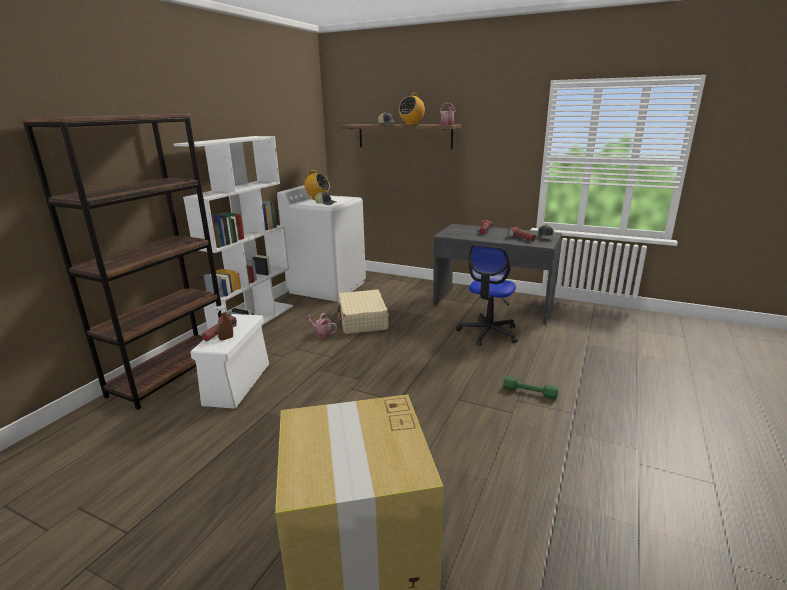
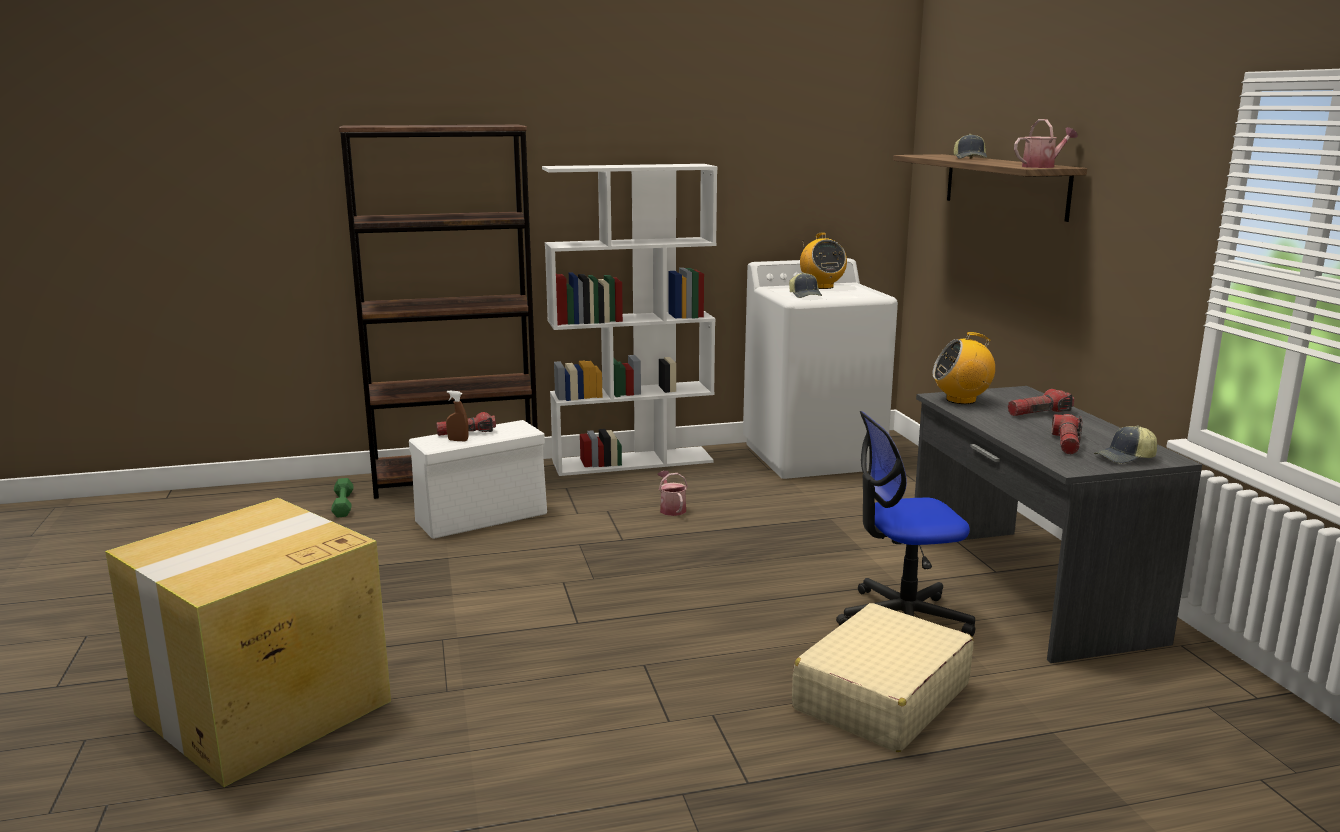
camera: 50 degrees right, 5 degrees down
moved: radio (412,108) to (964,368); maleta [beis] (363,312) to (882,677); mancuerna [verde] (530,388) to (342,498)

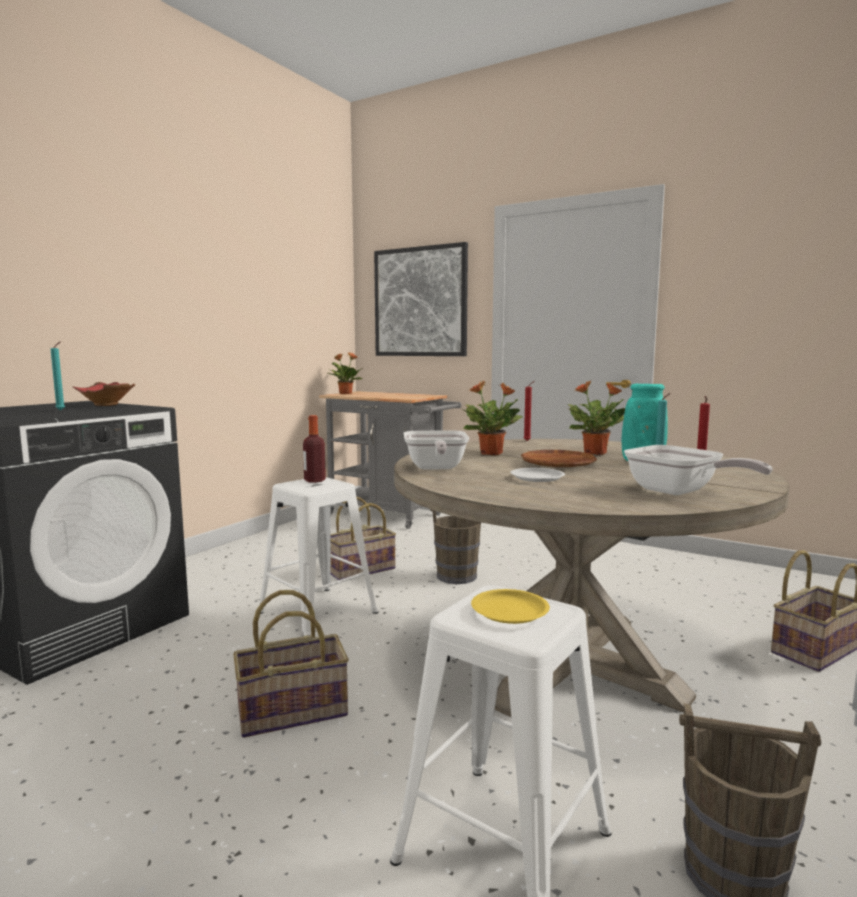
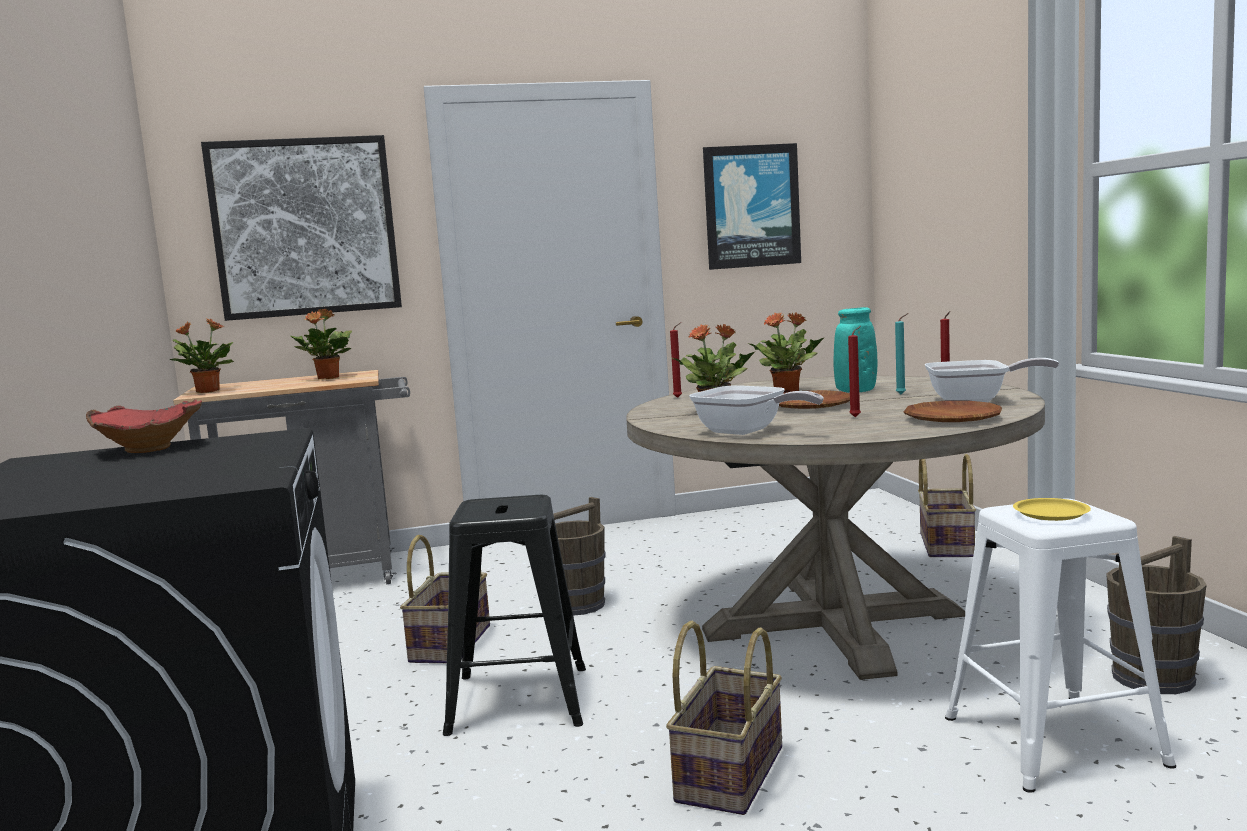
camera: 45 degrees left, 0 degrees up
removed: vela [turquesa] (58,375); botella (314,449)
added: cuadro (752,206); planta en maceta (321,344); plato [marrón] (953,411)
replaced: plato [blanco] (537,475) to vela [rojo] (854,371)
recoloured: taburete [blanco] (318,556) to taburete [negro] (514,615)

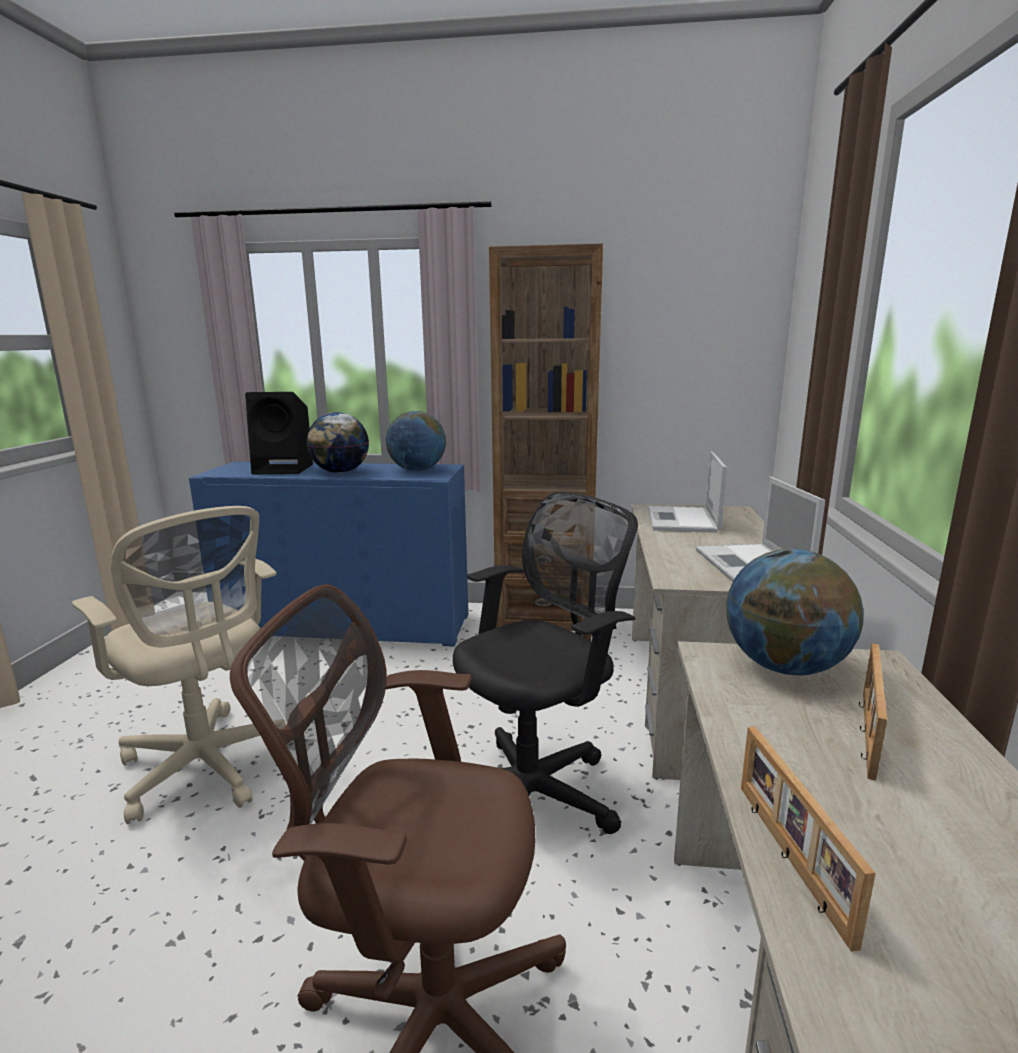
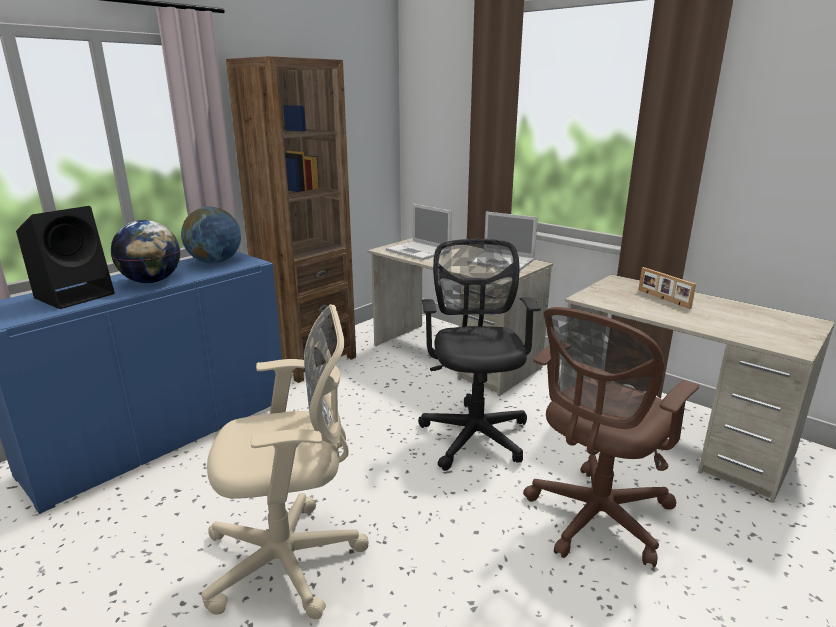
camera: 55 degrees left, 5 degrees up
removed: globo terráqueo (794,612); portarretratos (808,839)

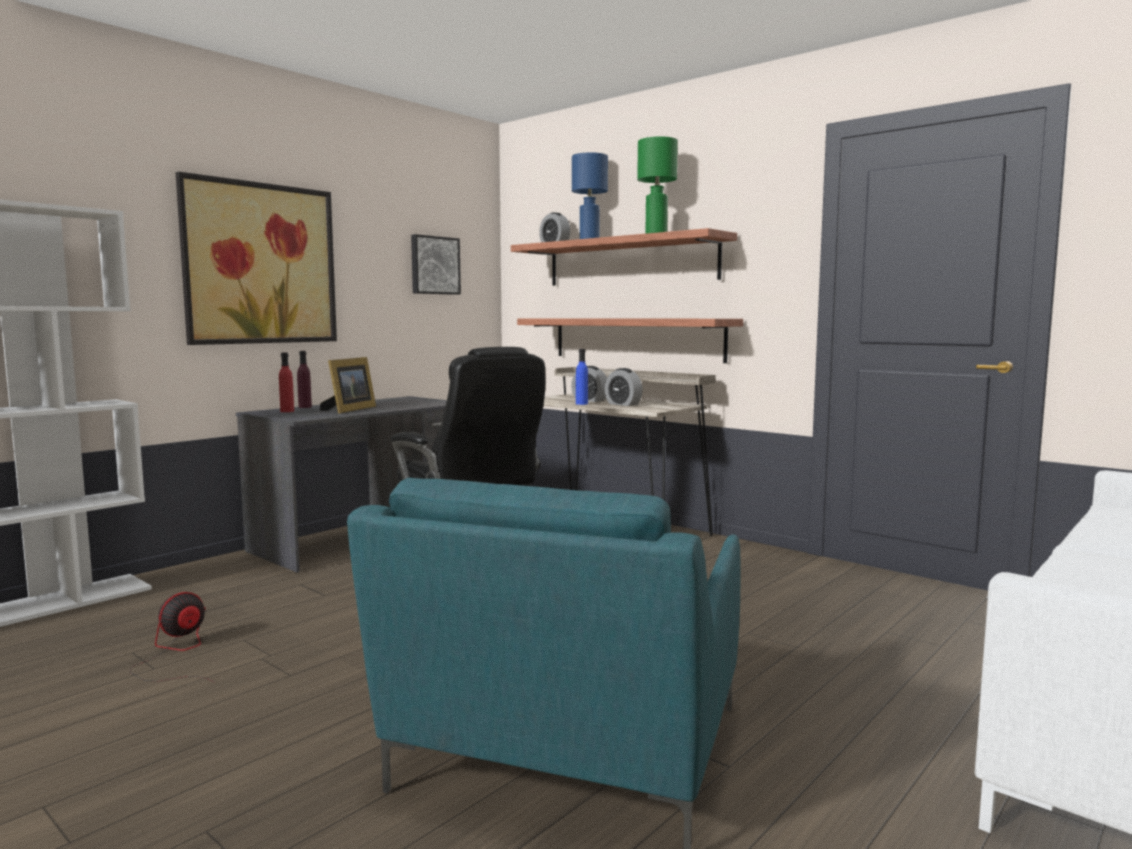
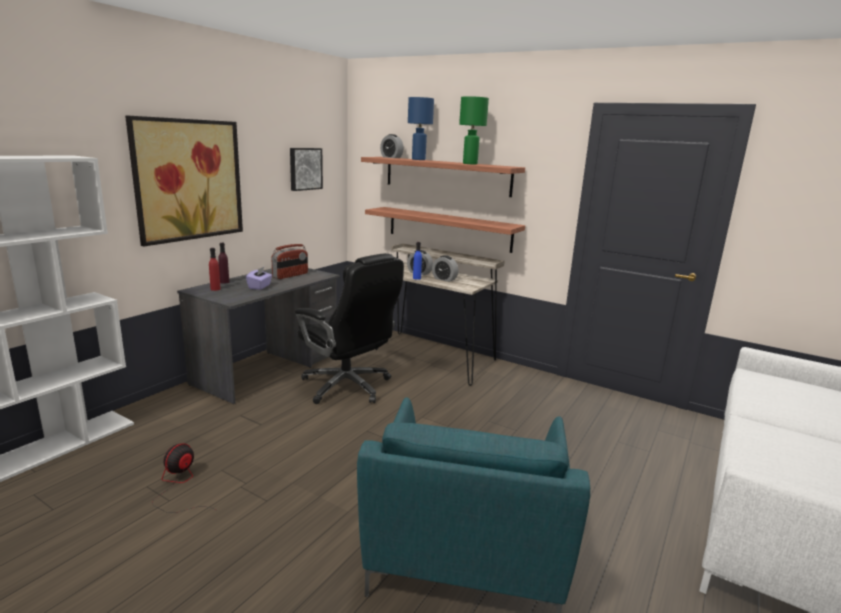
camera: 10 degrees left, 10 degrees up
added: radio (289,261)
replaced: portarretratos (348,385) to caja de pañuelos [morado] (259,278)

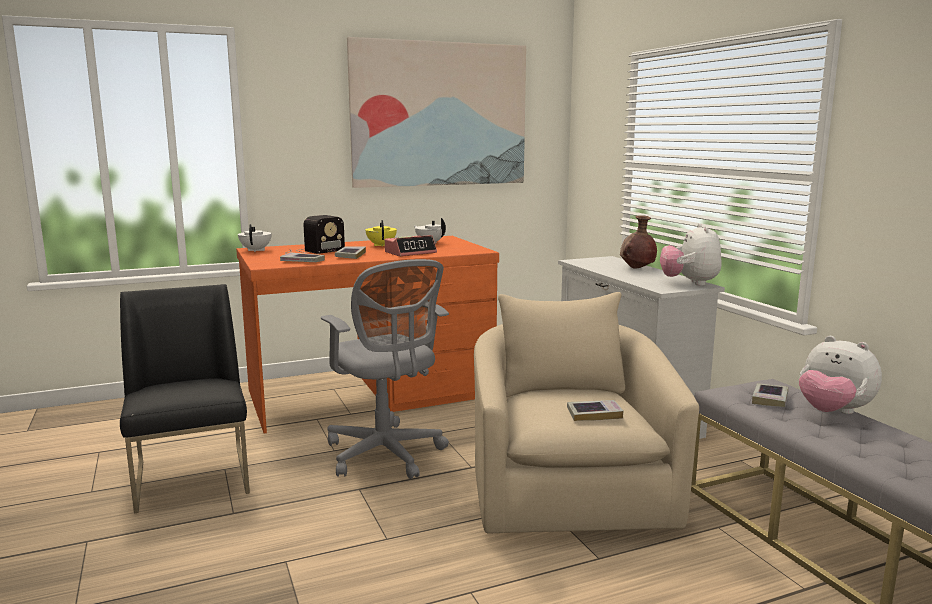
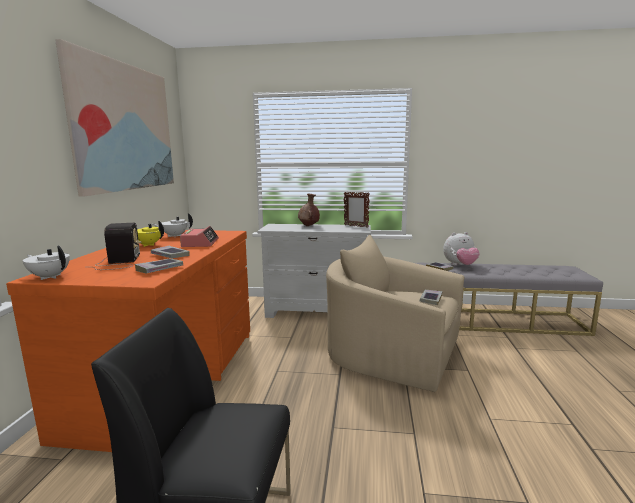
camera: 60 degrees left, 0 degrees up
removed: silla de oficina [gris] (385,369)
replaced: peluche (691,254) to portarretratos (356,210)

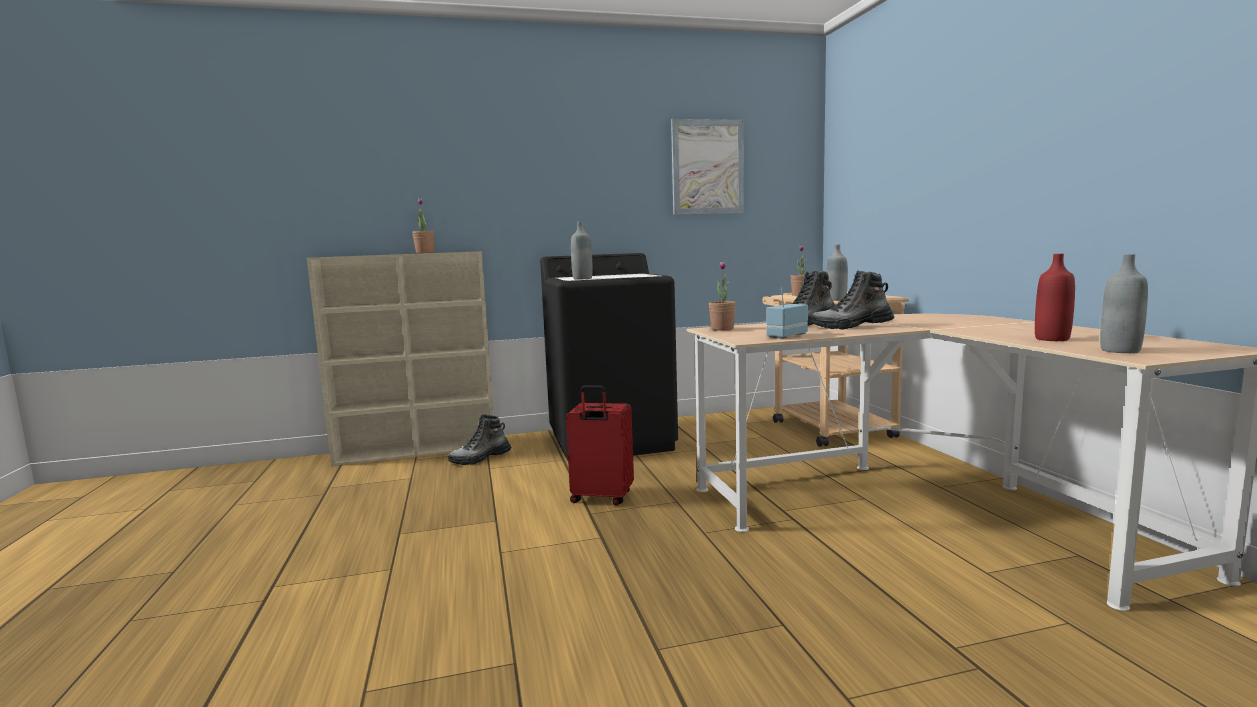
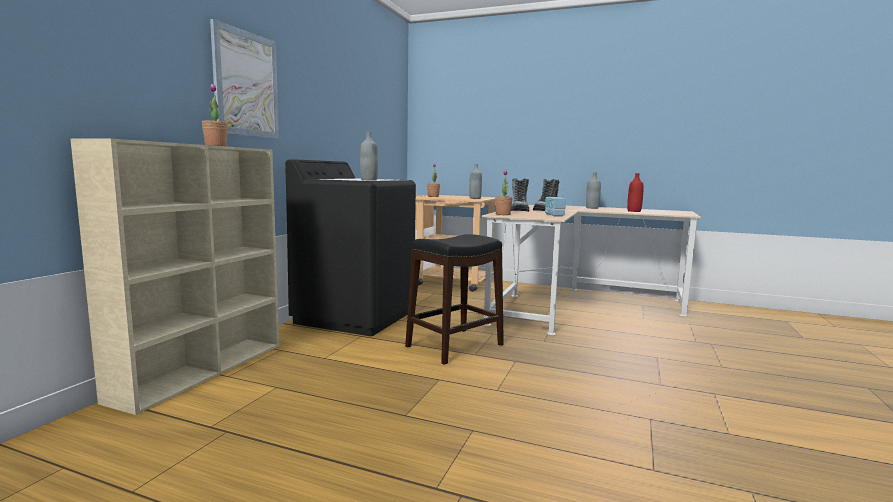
camera: 55 degrees left, 0 degrees up
removed: bota (479,439)
moved: cuadro (707,167) to (244,79); botella [gris] (1124,303) to (593,190)
replaced: maleta [rojo] (600,445) to taburete [negro] (454,299)

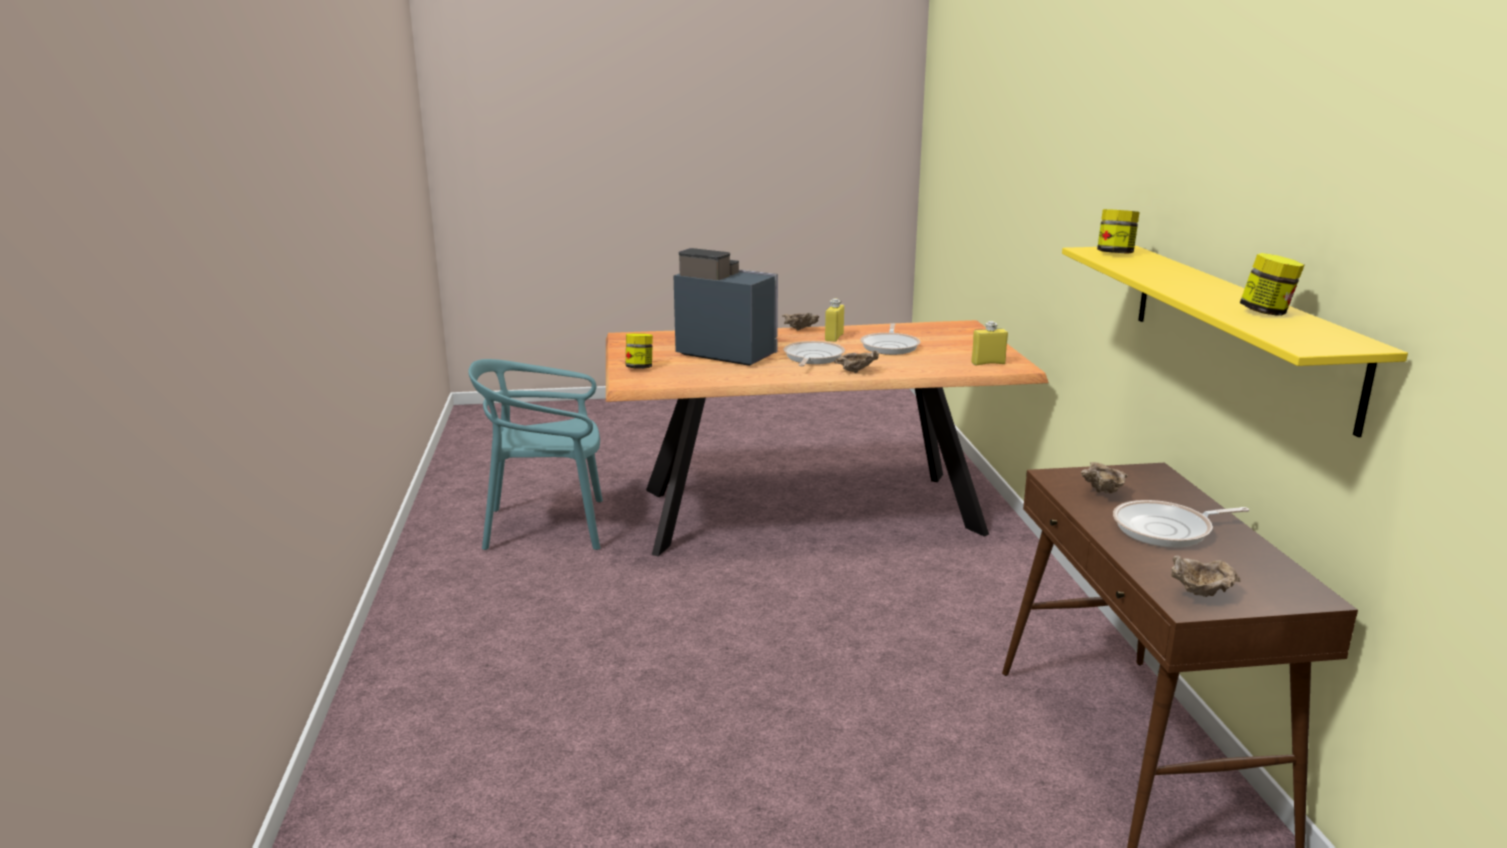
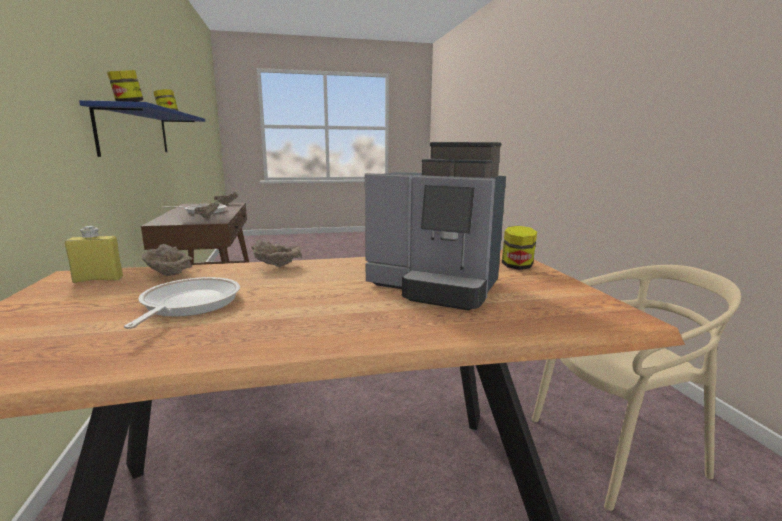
camera: 175 degrees right, 5 degrees down
removed: botella [amarillo] (834,320); sartén (814,353)
moved: cuenco [beis] (801,321) to (167,260)
recoloured: estante [amarillo] (1235,341) to estante [azul] (142,128); silla [turquesa] (535,454) to silla [beis] (636,388)

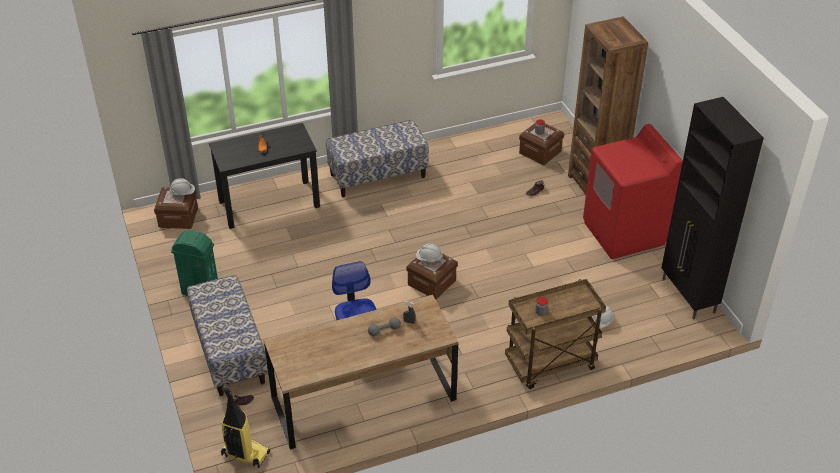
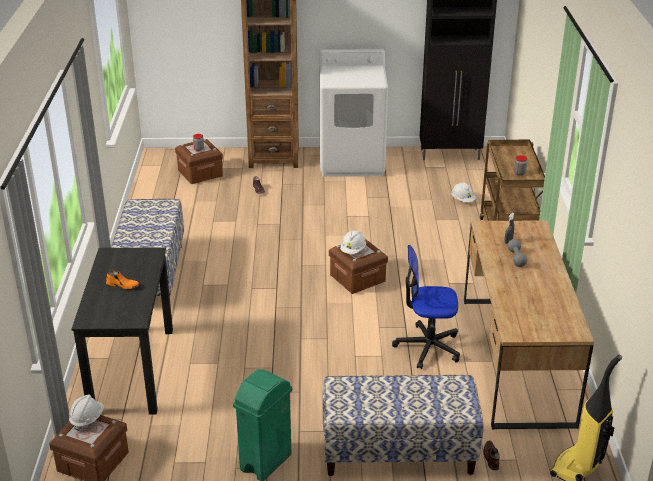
camera: 70 degrees left, 10 degrees down
recoloured: lavadora [rojo] (633,191) to lavadora [blanco] (353,113)

